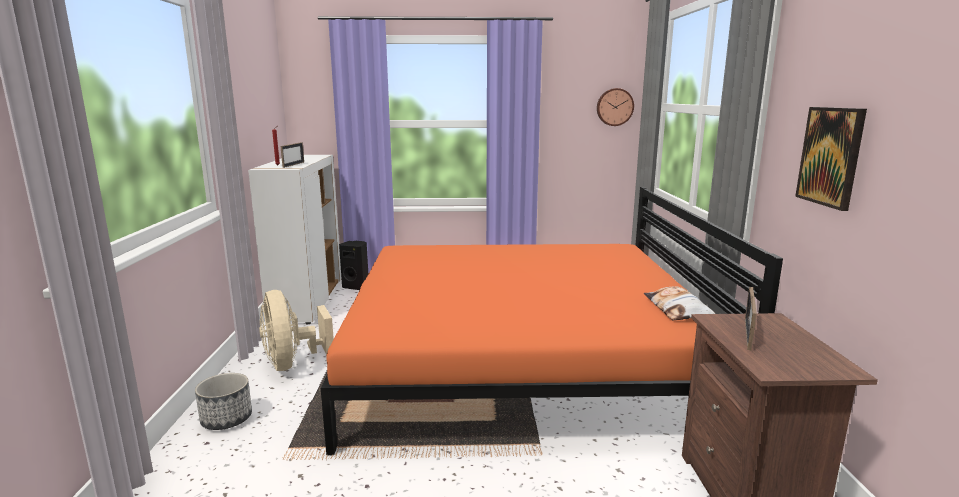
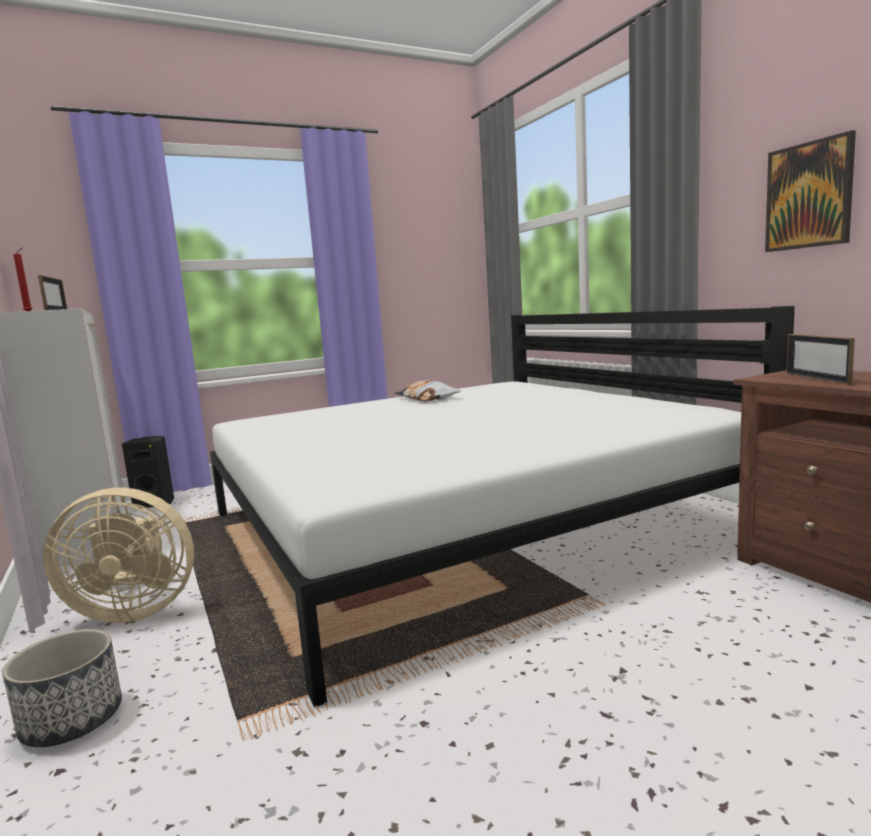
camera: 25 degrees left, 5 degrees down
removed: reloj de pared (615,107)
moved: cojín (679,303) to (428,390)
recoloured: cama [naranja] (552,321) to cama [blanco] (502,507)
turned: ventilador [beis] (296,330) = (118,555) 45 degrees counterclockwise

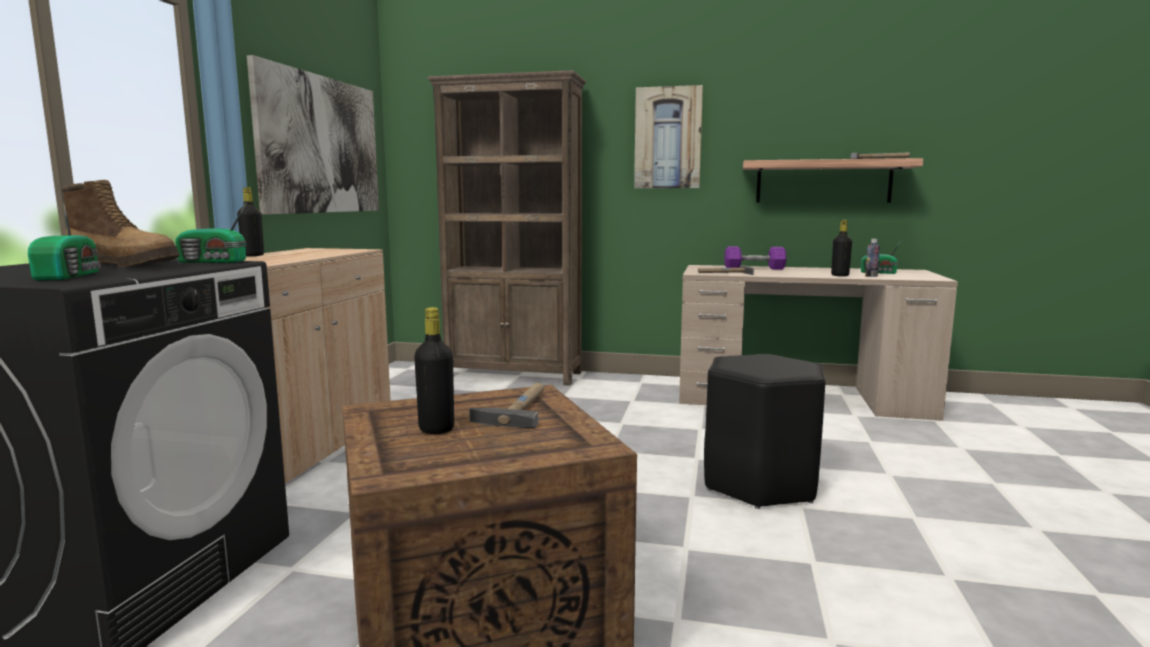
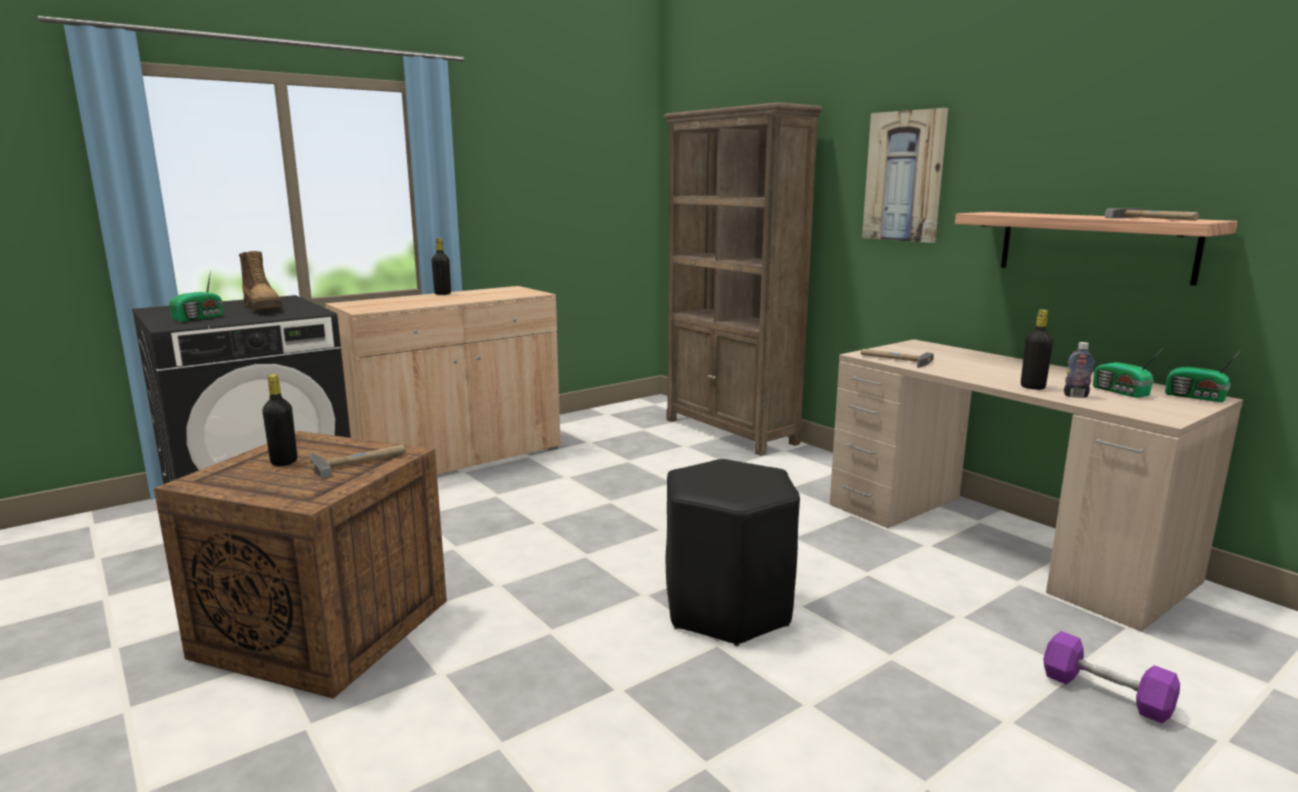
camera: 40 degrees right, 5 degrees up
removed: cuadro (313,135)
moved: radio (211,232) to (1203,376); mancuerna [morado] (755,258) to (1111,677)

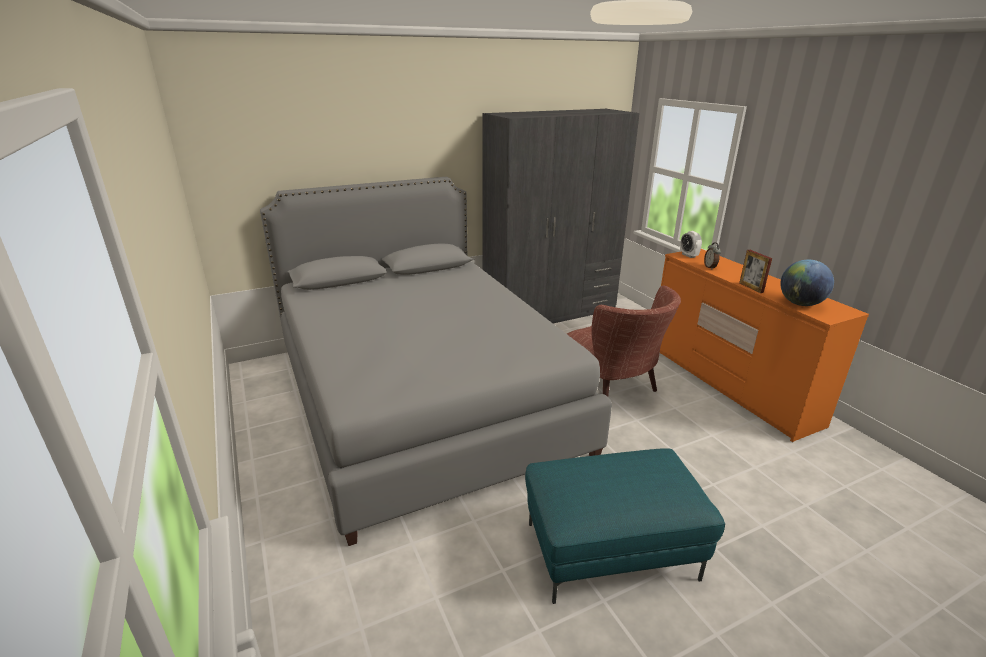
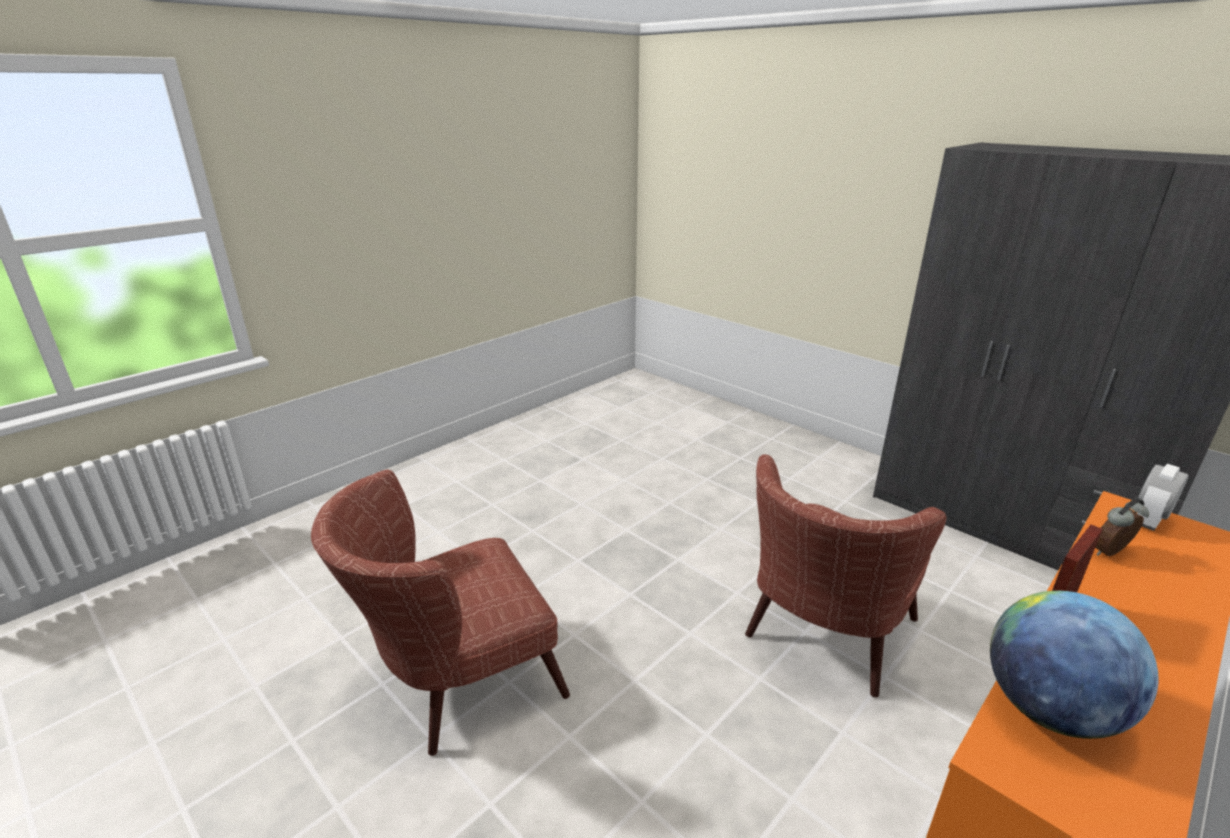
camera: 70 degrees right, 0 degrees up
removed: cama [gris] (436,361)
replaced: puf [turquesa] (625,526) to sillón [marrón] (440,612)

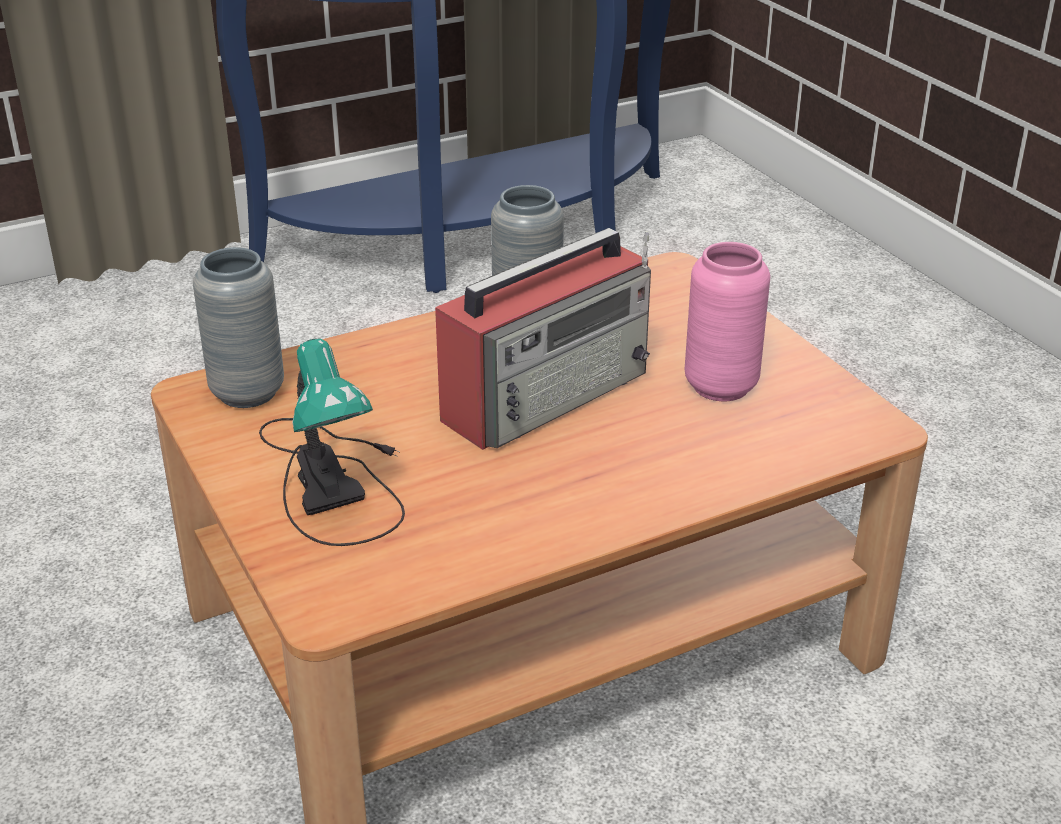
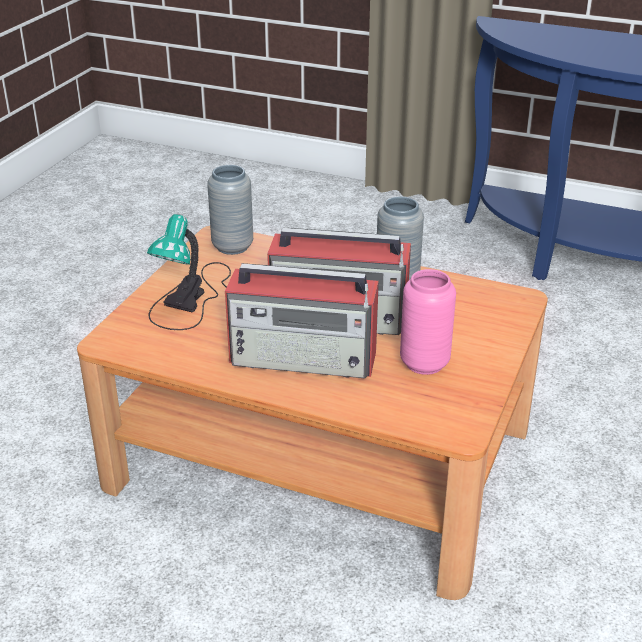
camera: 50 degrees right, 0 degrees up
added: radio (302,320)

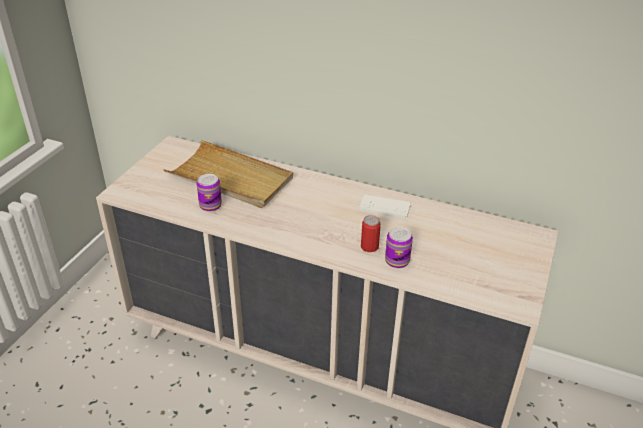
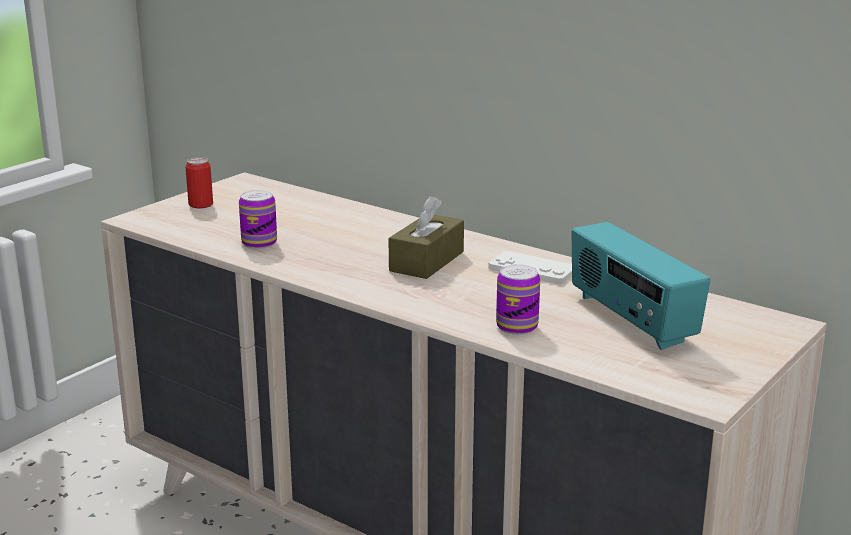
camera: 15 degrees right, 15 degrees down
removed: bandeja [beis] (228,174)
added: caja de pañuelos [marrón] (426,237); radio (641,286)
moved: lata (371,233) to (199,182)

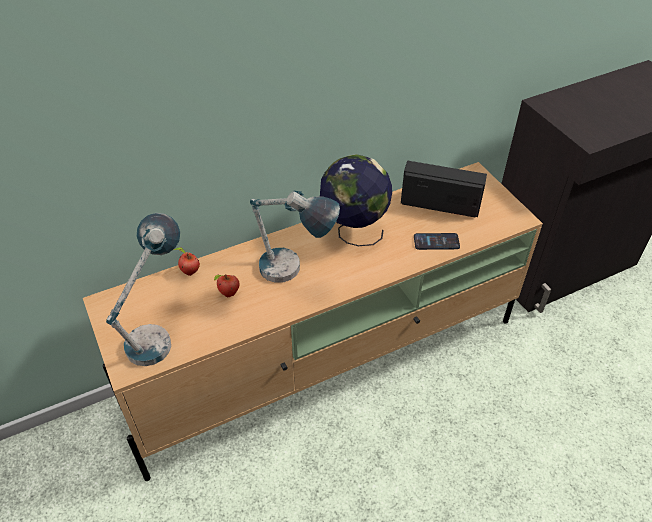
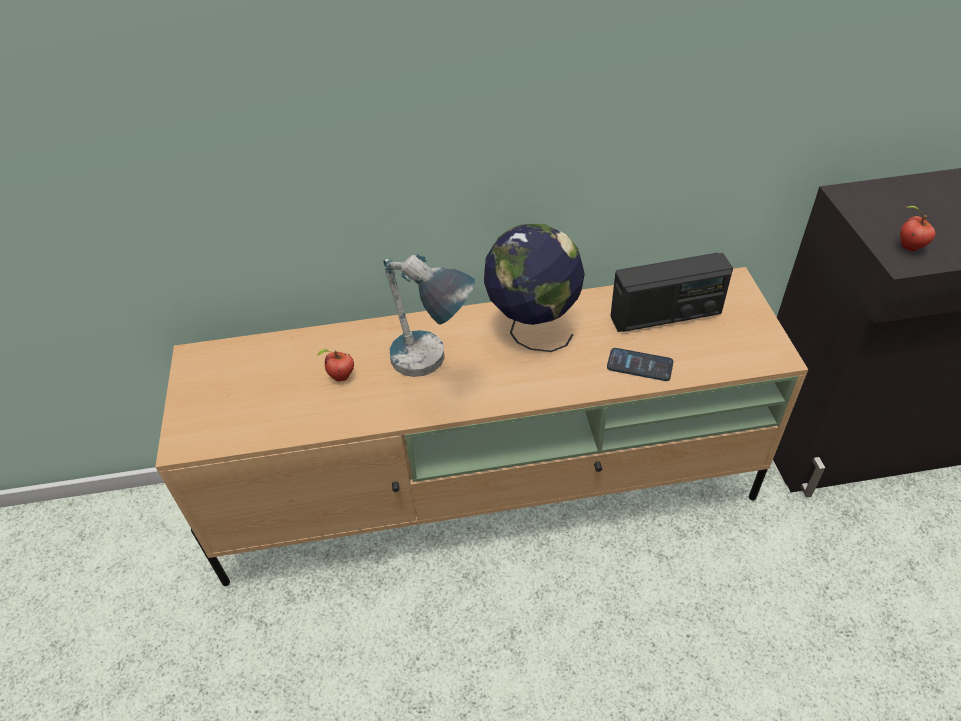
camera: 20 degrees right, 0 degrees up
removed: lámpara de mesa (143,289)
moved: manzana (187,261) to (918,228)
turned: radio (444,189) = (671,292) 135 degrees clockwise

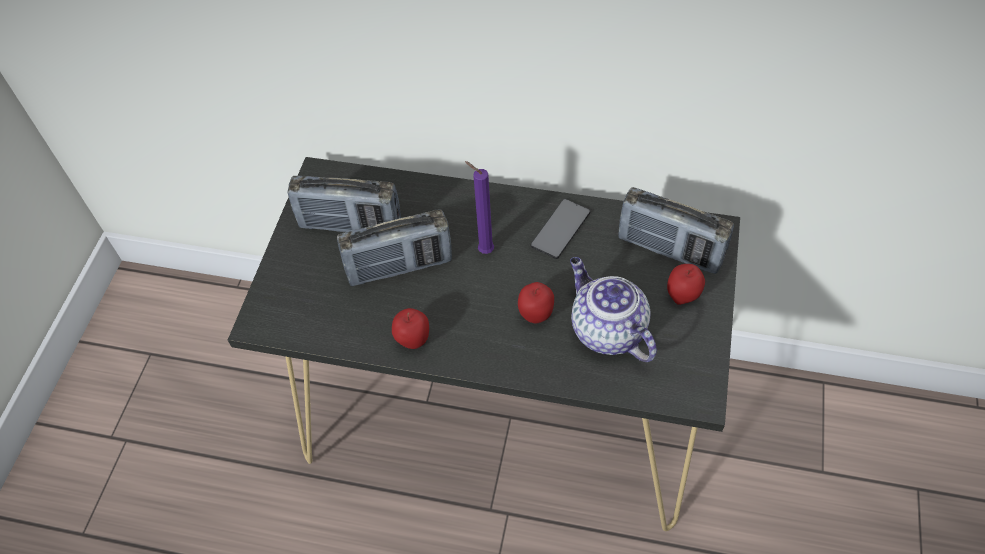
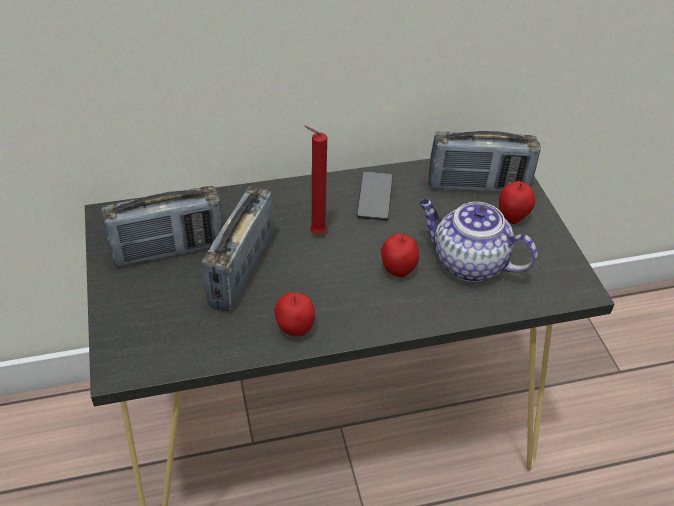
camera: 30 degrees left, 10 degrees down
recoloured: vela [morado] (479,207) to vela [rojo] (315,179)
turned: radio (394,248) = (238,248) 150 degrees clockwise

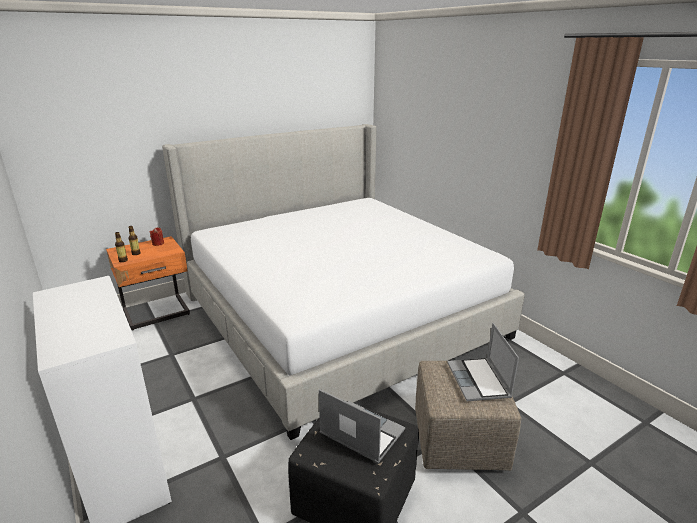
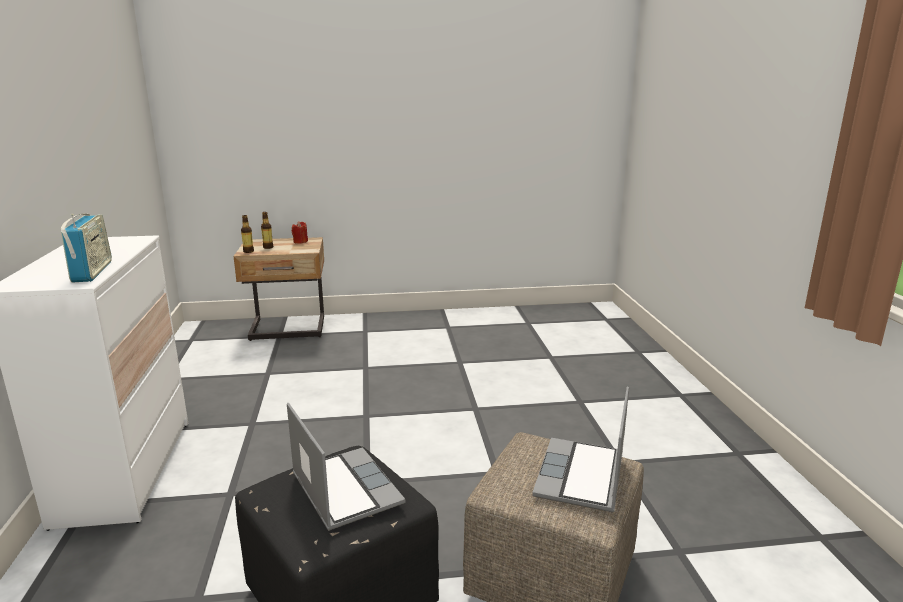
camera: 25 degrees right, 5 degrees down
removed: cama (343,282)
added: radio (86,248)
recoloured: mesita de noche [naranja] (148,283) to mesita de noche [beis] (279,289)

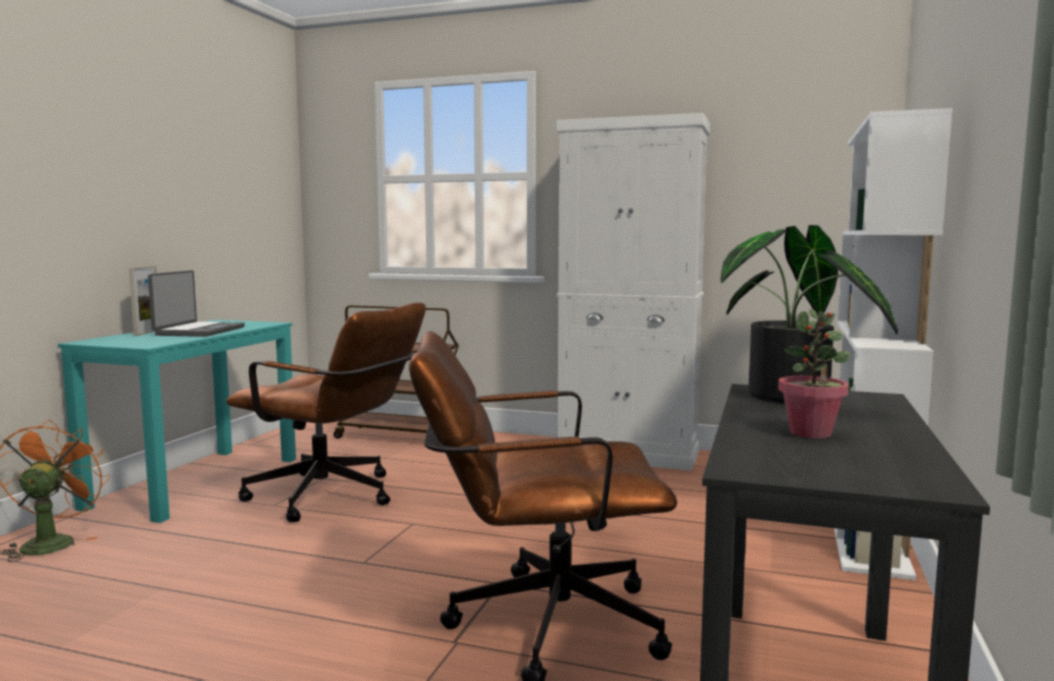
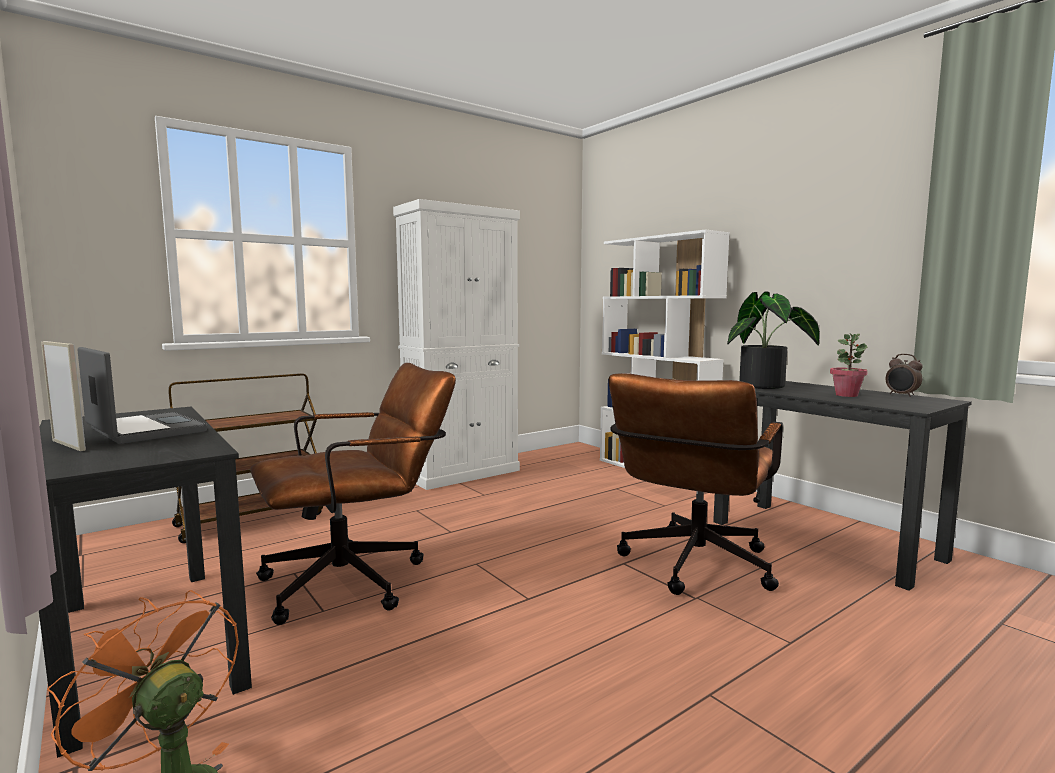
camera: 55 degrees left, 0 degrees up
added: despertador (904,375)
recoloured: escritorio [turquesa] (177,421) to escritorio [negro] (145,582)

